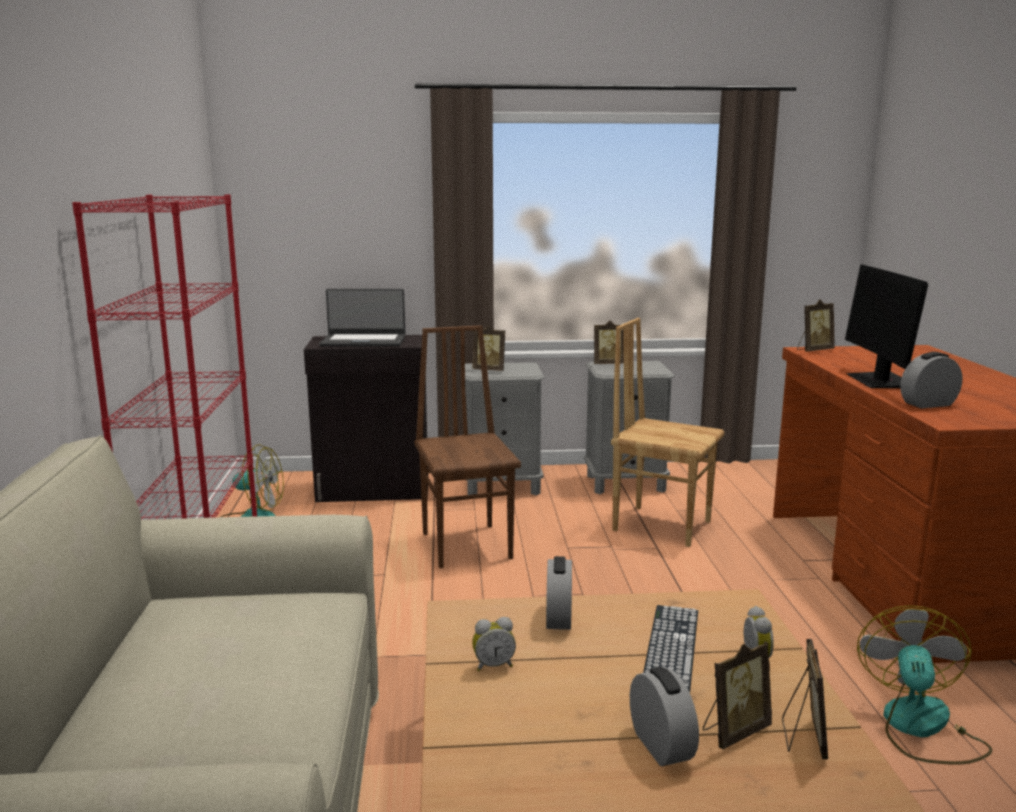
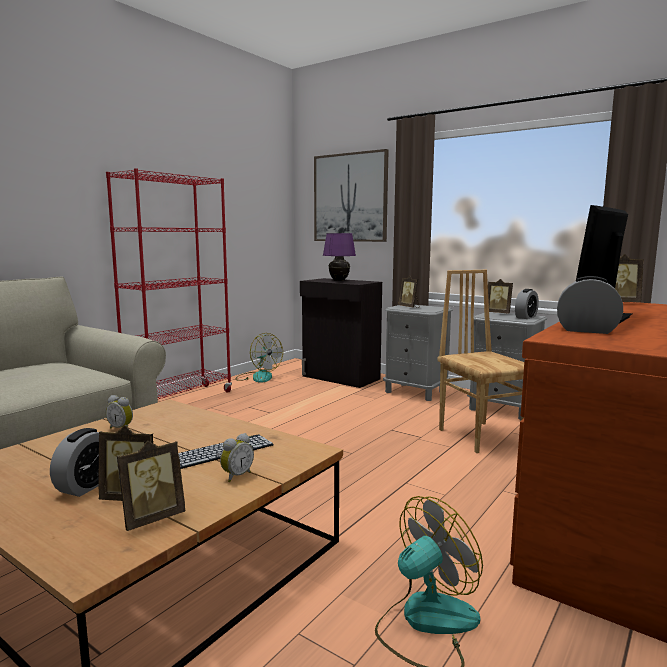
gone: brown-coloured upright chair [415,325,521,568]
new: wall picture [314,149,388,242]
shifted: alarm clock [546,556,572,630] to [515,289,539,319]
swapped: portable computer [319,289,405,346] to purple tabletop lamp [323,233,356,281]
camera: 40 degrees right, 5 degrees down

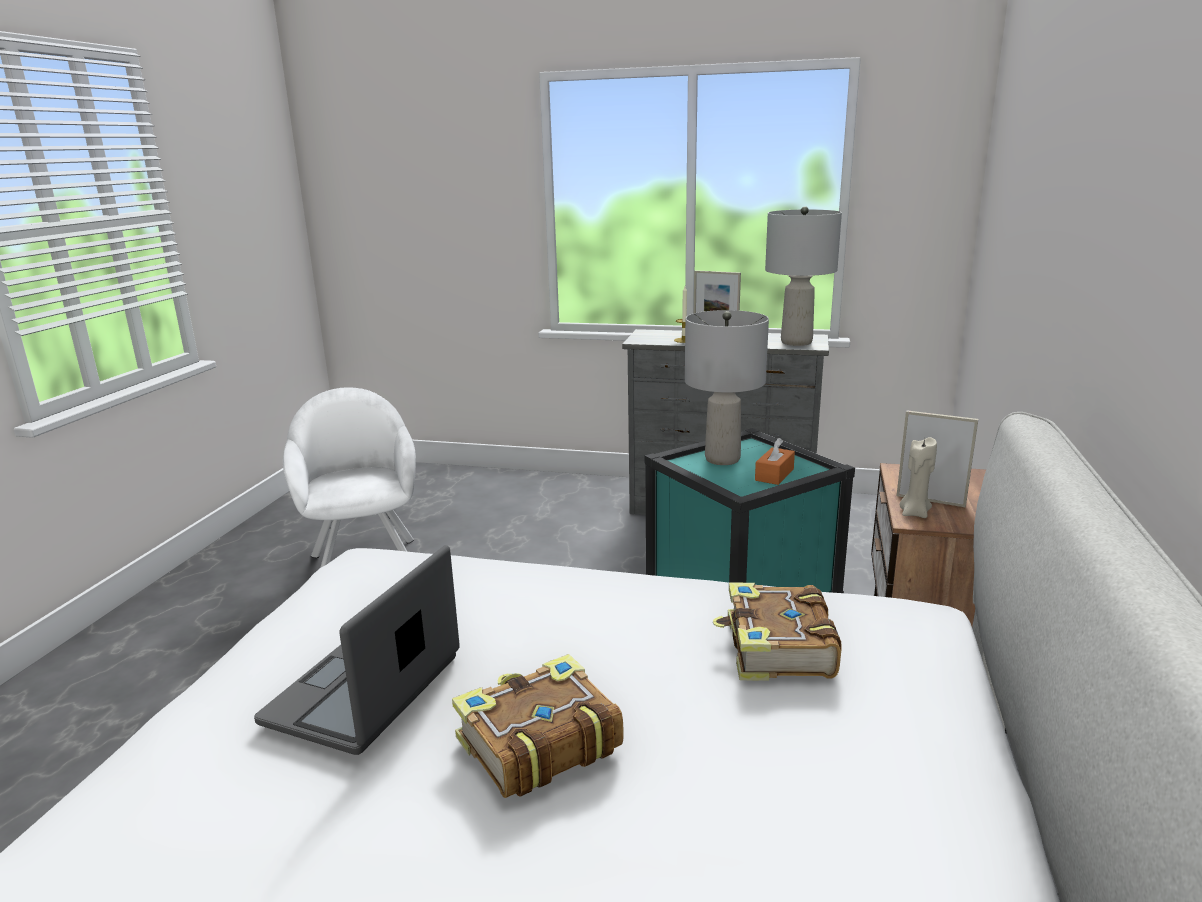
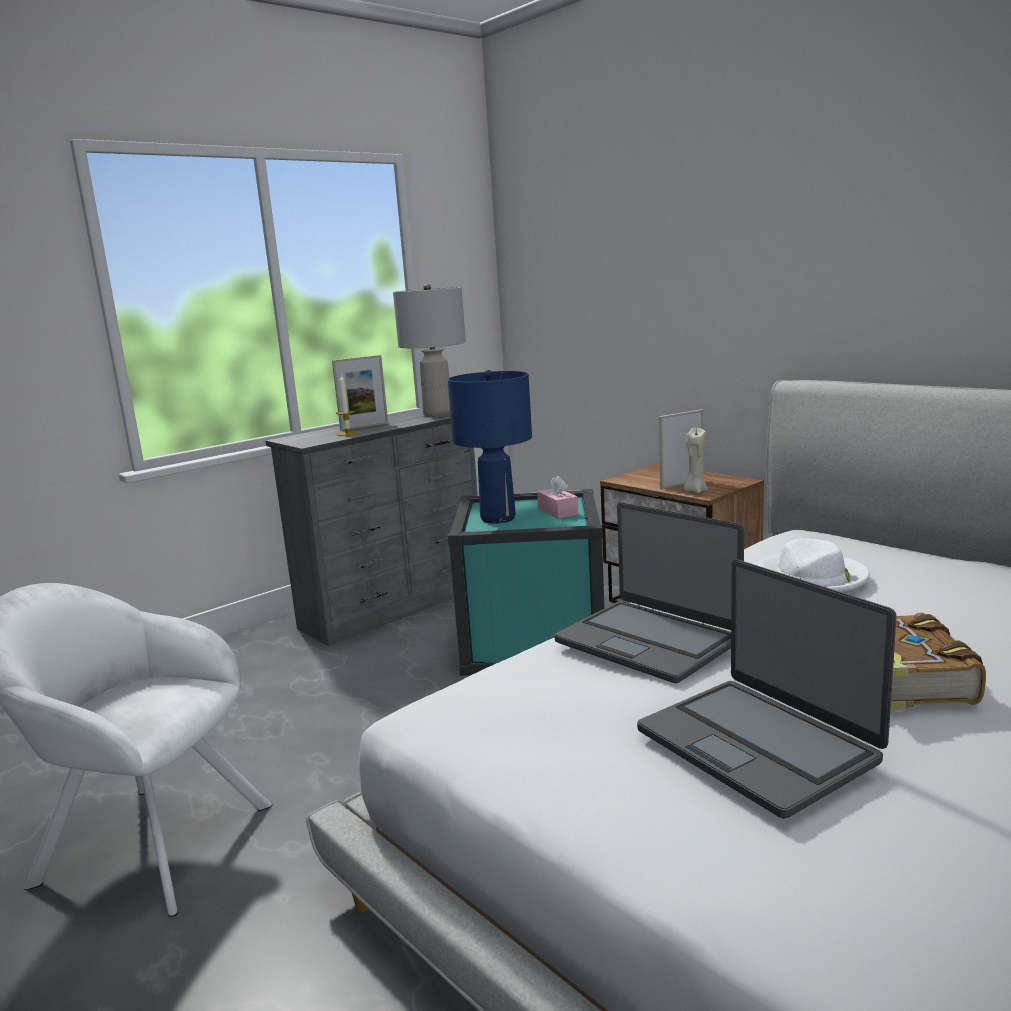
new: portable computer [554,502,744,683]
swapped: book [713,583,842,681] to white wearable hat [758,539,870,594]
repainted: grey tabletop lamp [685,310,769,465] to bluish tabletop lamp [448,370,532,524]; orangey tissue holder [755,438,795,485] to pink tissue holder [537,476,578,519]
camera: 55 degrees left, 5 degrees down

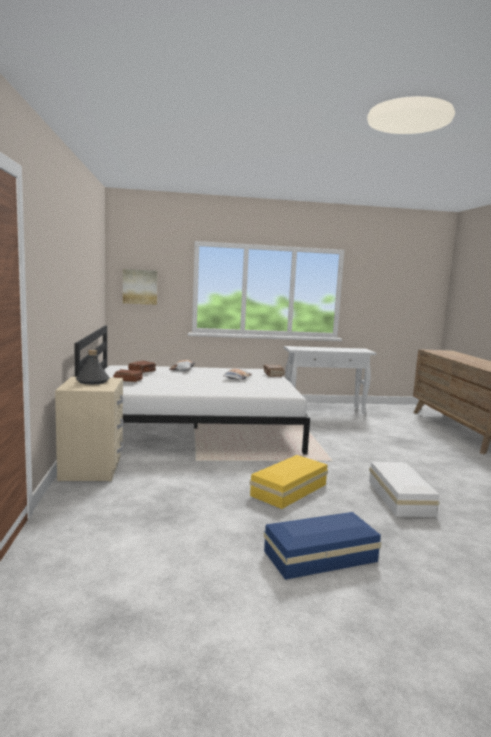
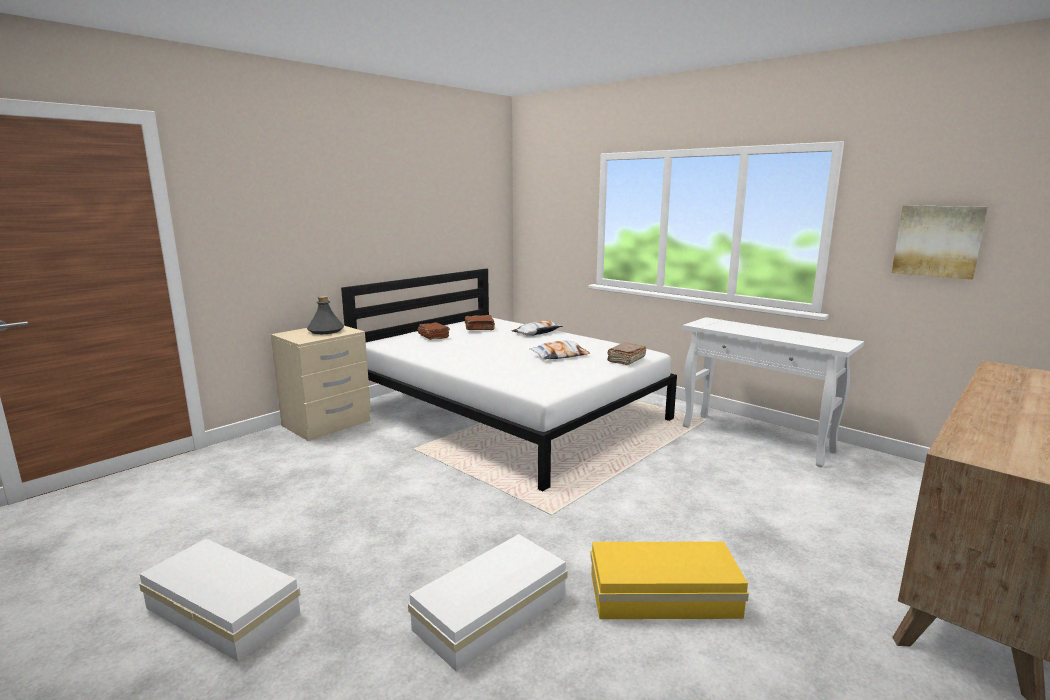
shifted: wall picture [123,269,157,305] to [892,205,988,280]; yellow storage bin [249,455,328,509] to [590,542,749,619]
repainted: bluish storage bin [264,512,382,580] to white storage bin [139,539,300,662]
camera: 50 degrees right, 5 degrees up

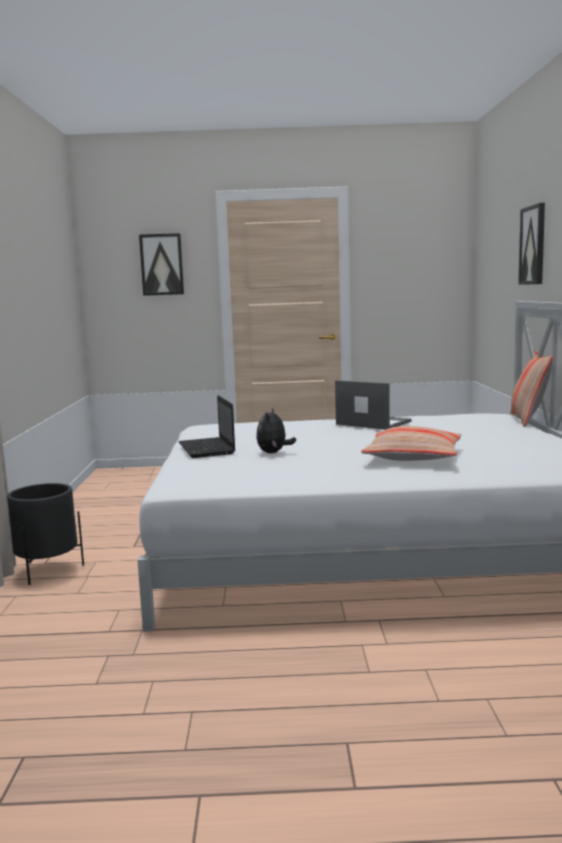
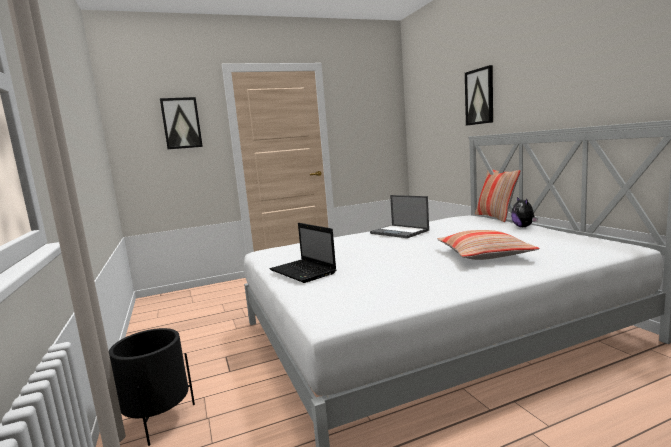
shifted: soft toy [256,408,296,453] to [511,197,537,227]
rotated: portable computer [335,380,411,430] = [370,195,429,238] 150 degrees counterclockwise
camera: 20 degrees left, 0 degrees up

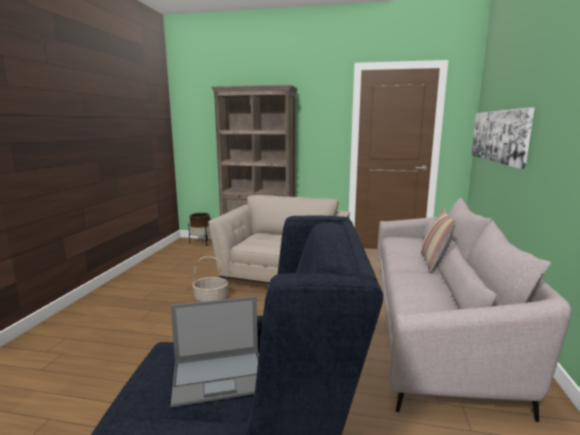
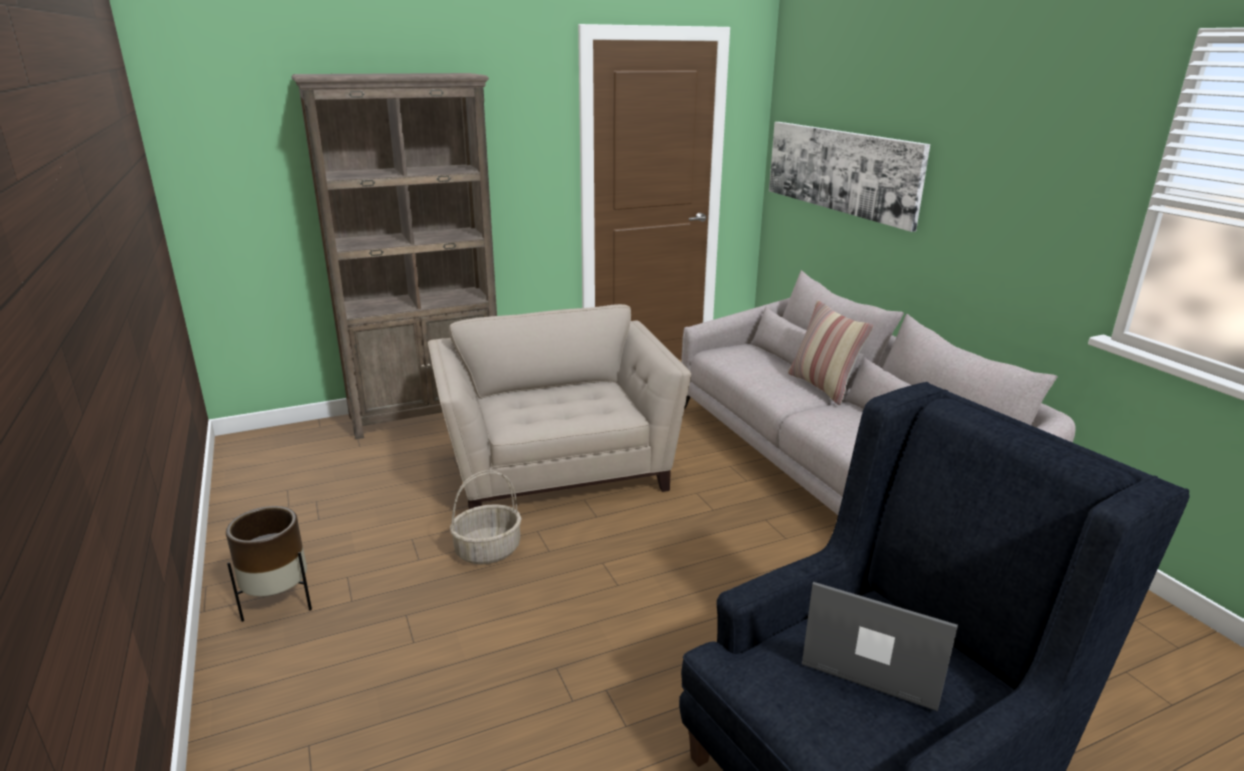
shifted: brown-coloured plant pot [188,213,210,246] to [226,506,312,622]
rotated: portable computer [170,296,259,407] = [802,582,958,711] 105 degrees counterclockwise
camera: 35 degrees left, 10 degrees up

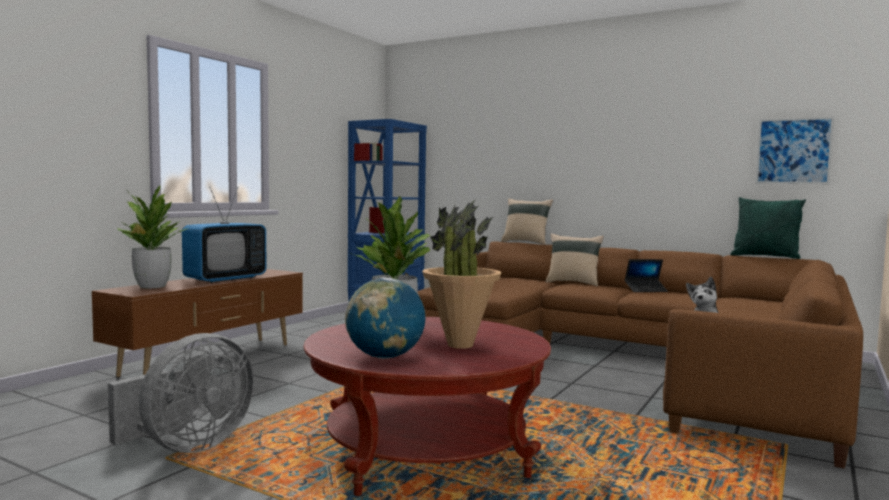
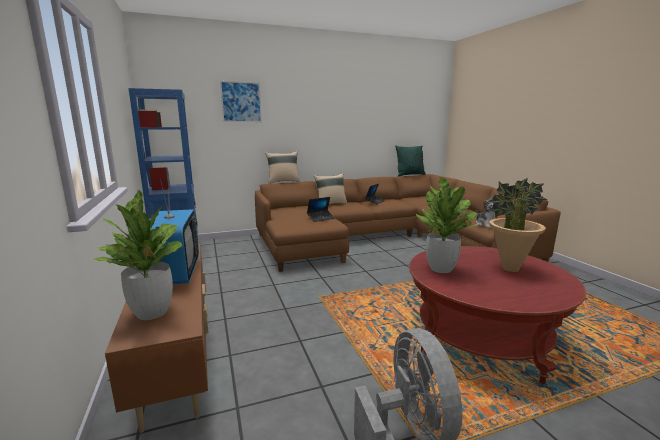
gone: world globe [345,277,426,359]
new: portable computer [307,197,335,222]
shifted: wall picture [755,117,834,184] to [220,81,262,122]
camera: 50 degrees left, 10 degrees up

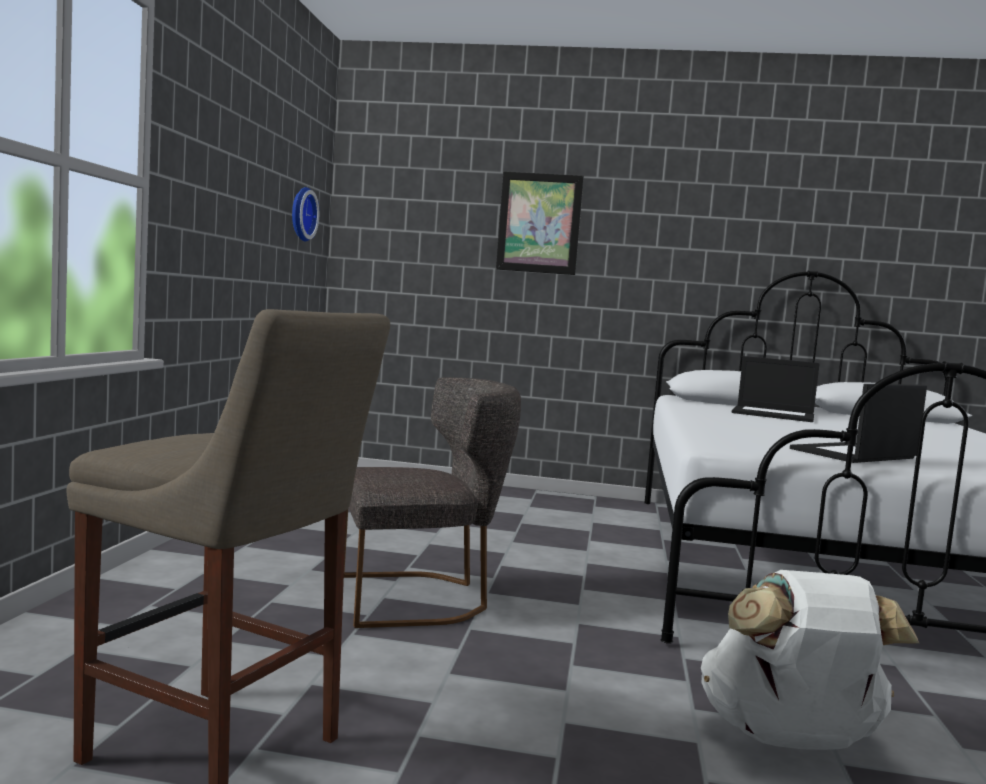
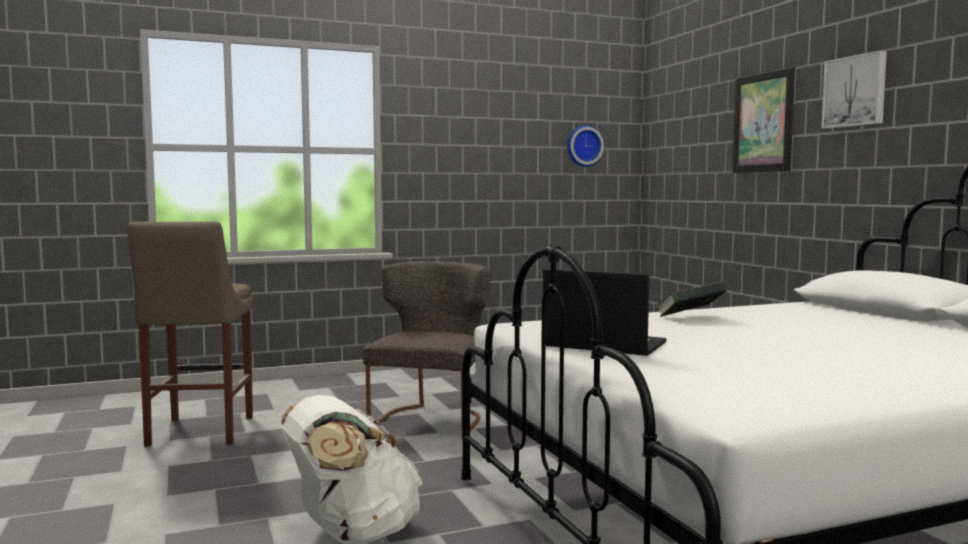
gone: portable computer [732,356,819,422]
new: wall picture [821,51,887,129]; book [656,281,727,317]
rotated: grey upright chair [344,377,521,628] = [363,261,492,438] 120 degrees counterclockwise
camera: 60 degrees right, 0 degrees up

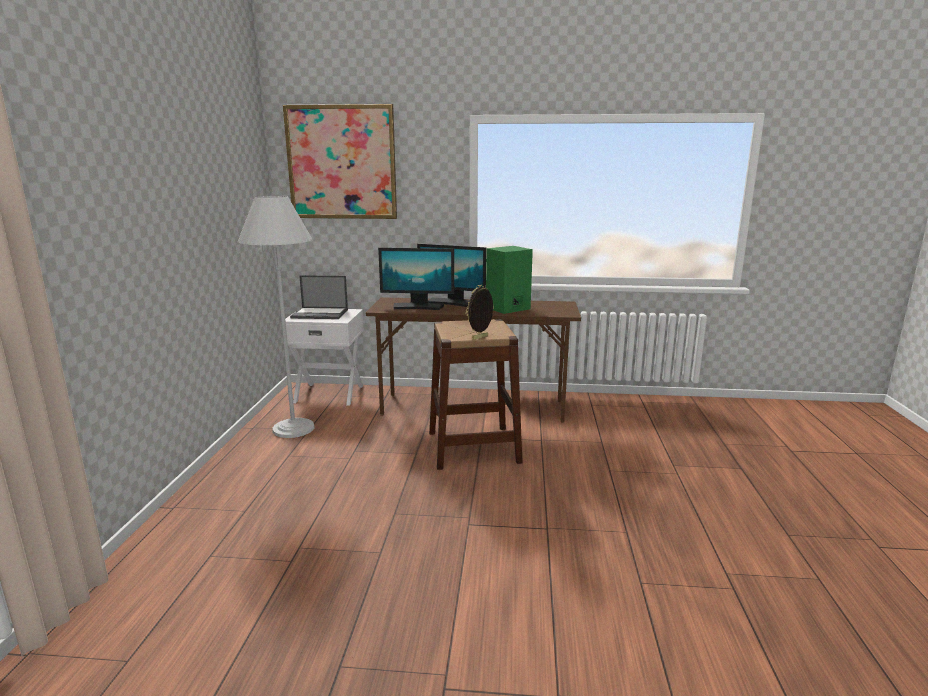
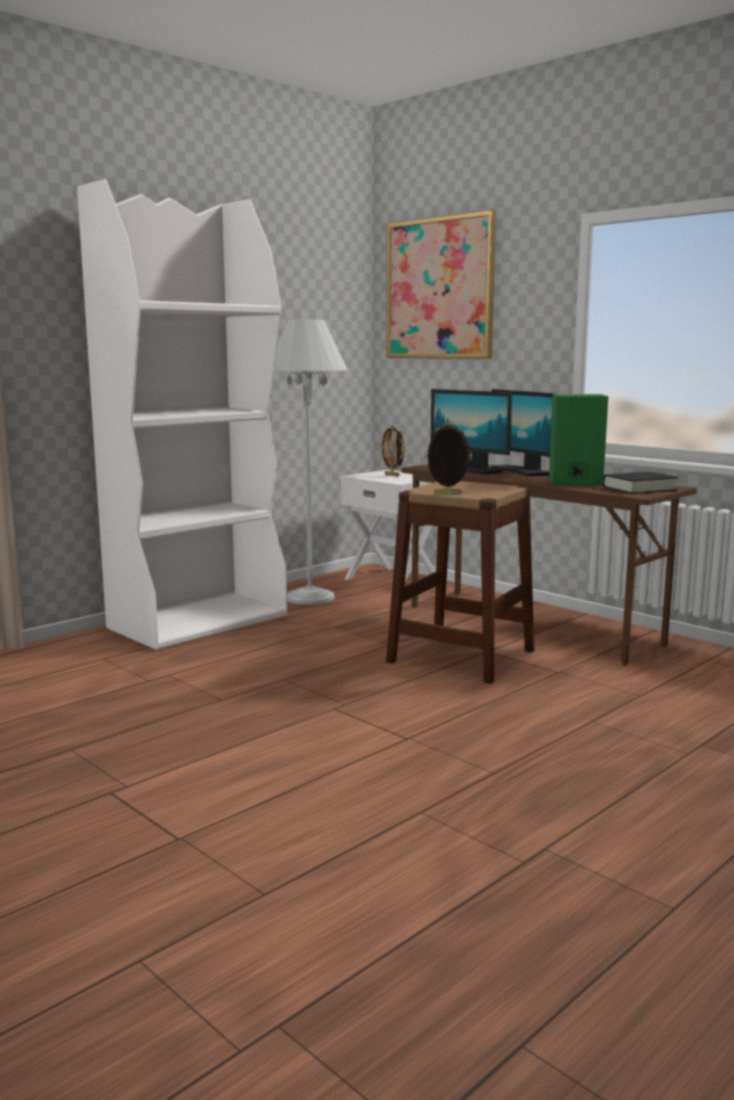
new: white shelving unit [77,179,287,650]; black book [603,471,678,494]
swapped: portable computer [290,275,348,319] to standing frame [380,424,405,477]
camera: 40 degrees right, 5 degrees down

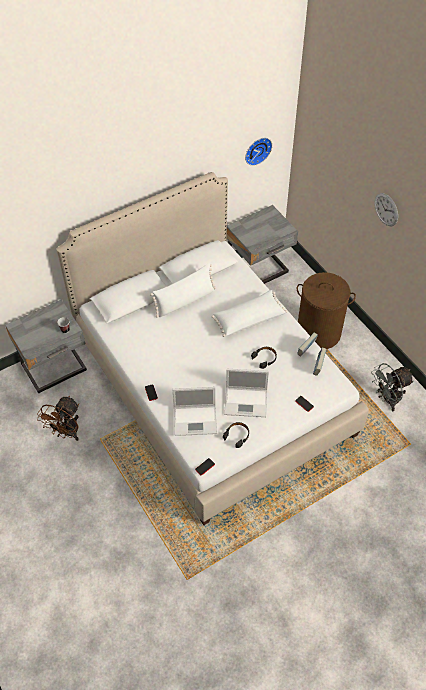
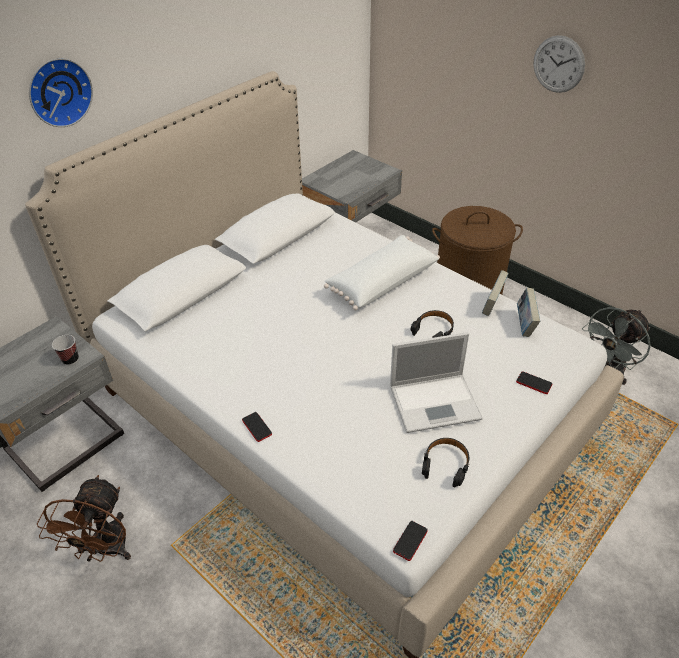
gone: white cushion [150,263,216,318]; portable computer [173,387,217,436]
shifted: wall clock [245,138,272,166] to [29,58,93,127]
camera: 15 degrees left, 10 degrees down

